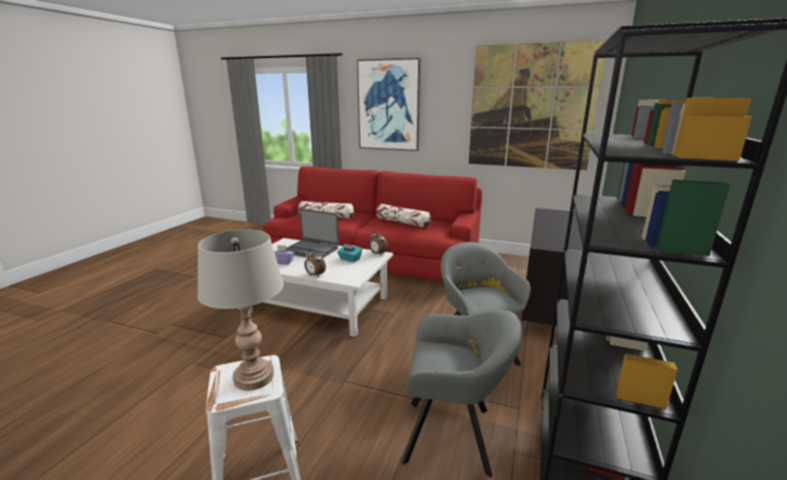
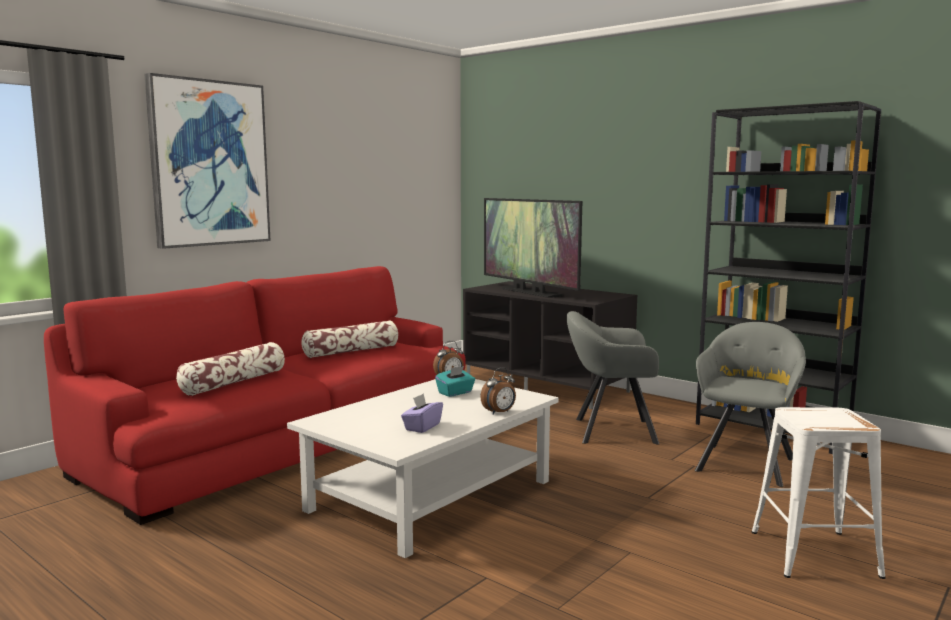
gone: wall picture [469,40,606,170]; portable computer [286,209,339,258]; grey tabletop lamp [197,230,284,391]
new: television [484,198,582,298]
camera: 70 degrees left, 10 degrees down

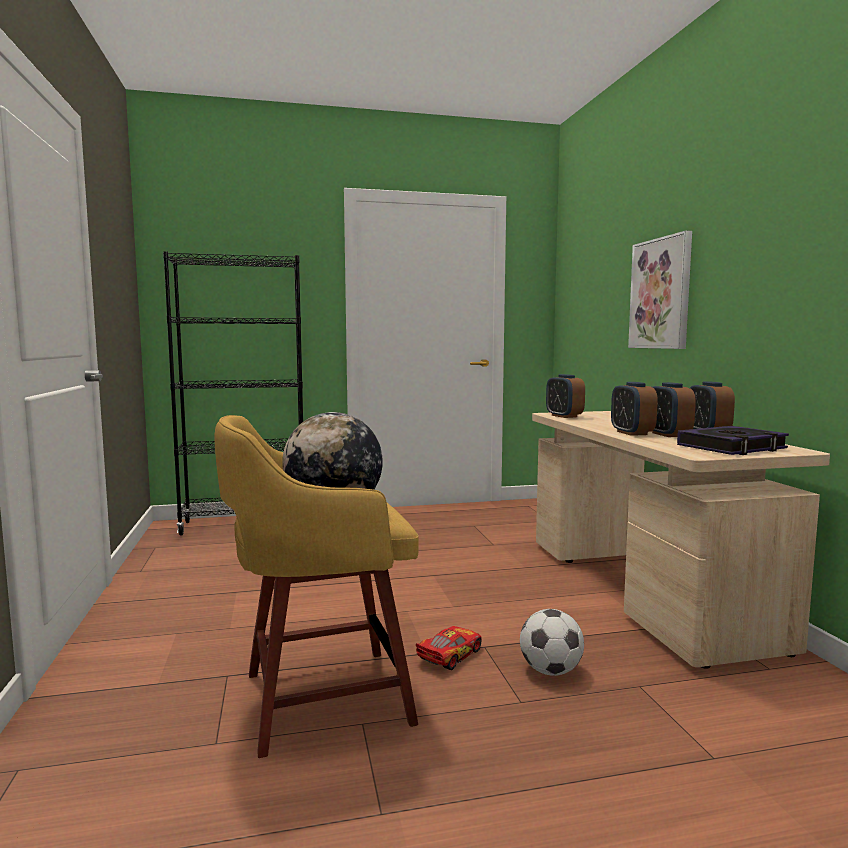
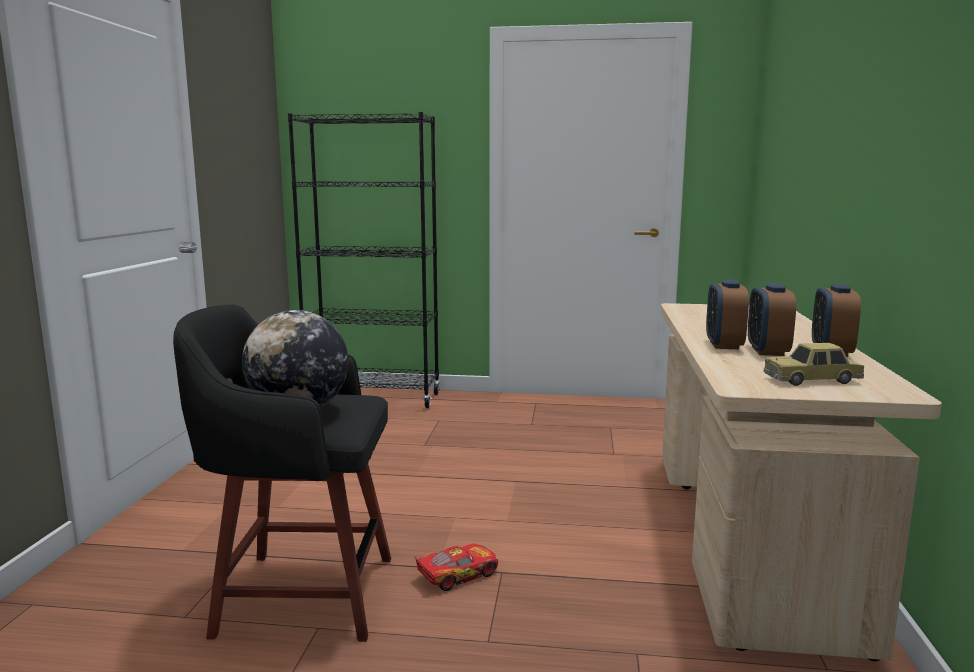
gone: wall picture [628,231,692,349]; alarm clock [546,374,585,418]; ball for football [520,609,584,676]
swapped: book [677,426,789,455] to miniature car [764,343,864,386]
repainted: yellow stool [214,415,419,758] to black stool [173,305,391,642]
camera: 20 degrees right, 5 degrees up

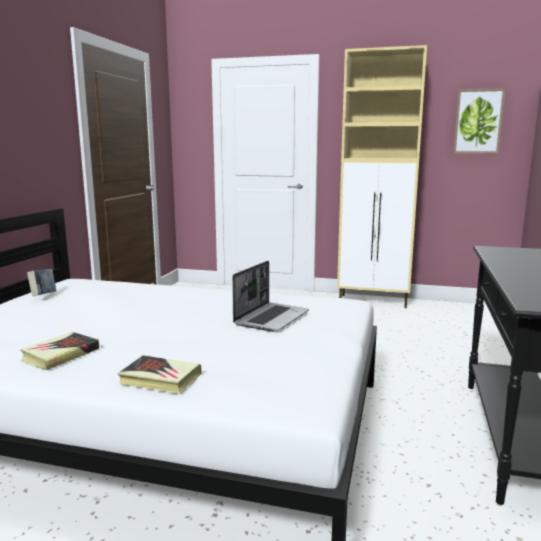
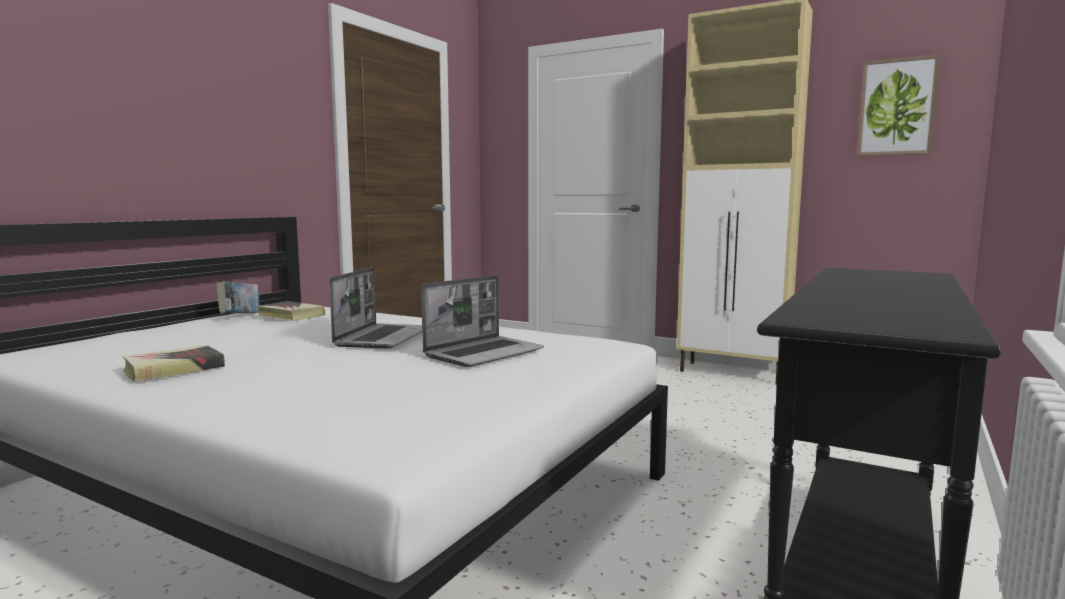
new: portable computer [329,268,422,349]
shifted: book [118,355,202,394] to [257,301,325,321]
camera: 15 degrees right, 5 degrees down

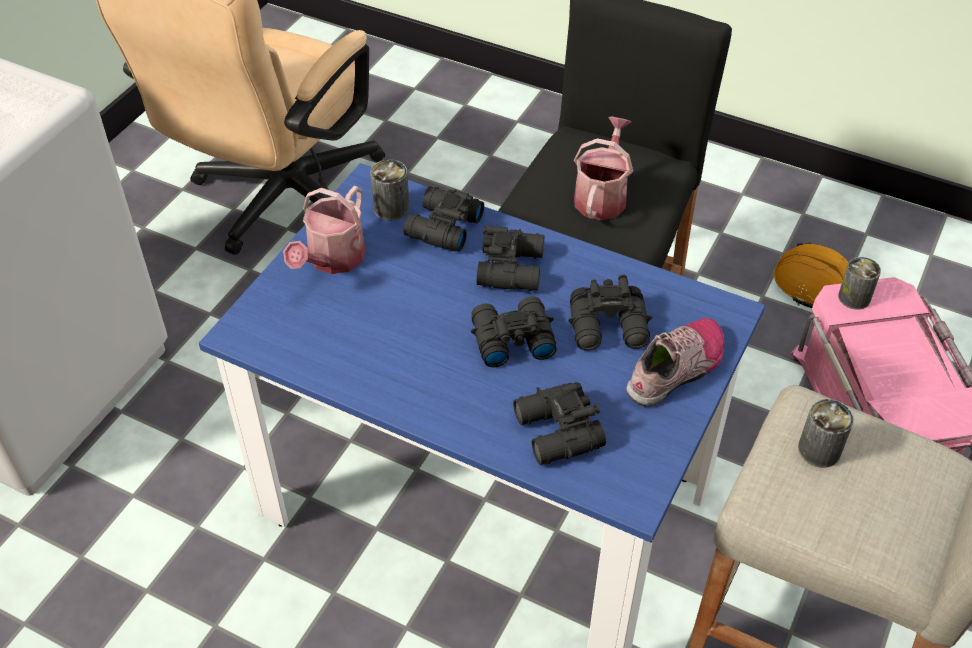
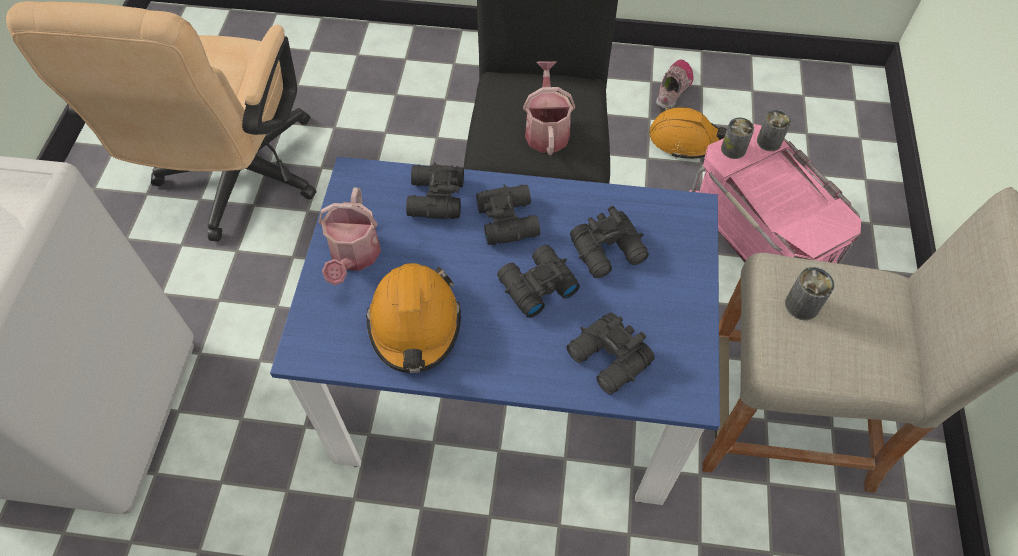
new: orangey safety helmet [366,263,461,373]
shifted: metal can [370,160,410,220] to [757,110,791,151]; low shoe [626,318,724,407] to [656,60,694,109]
camera: 20 degrees left, 10 degrees up

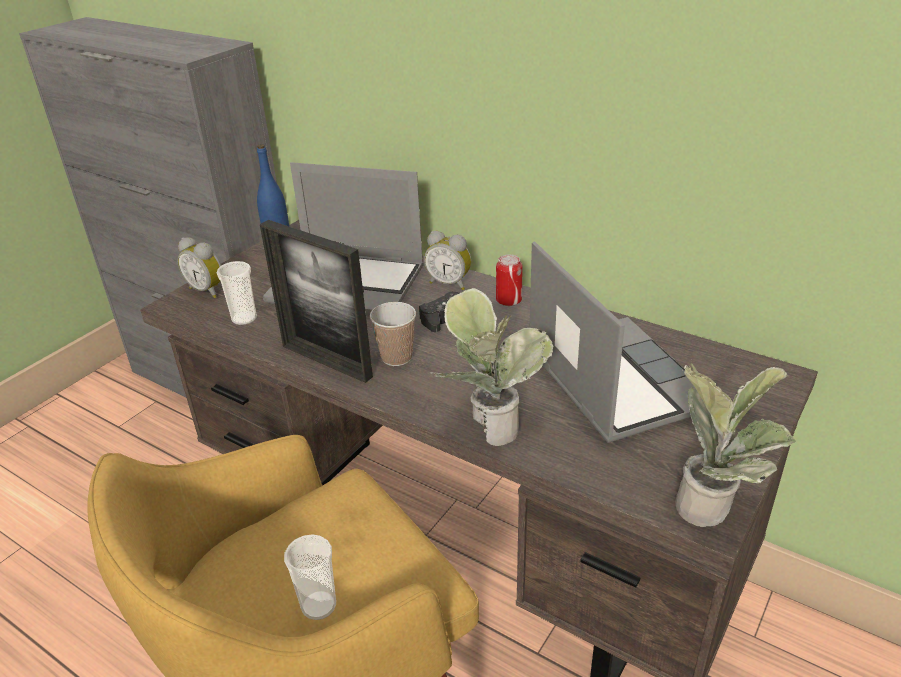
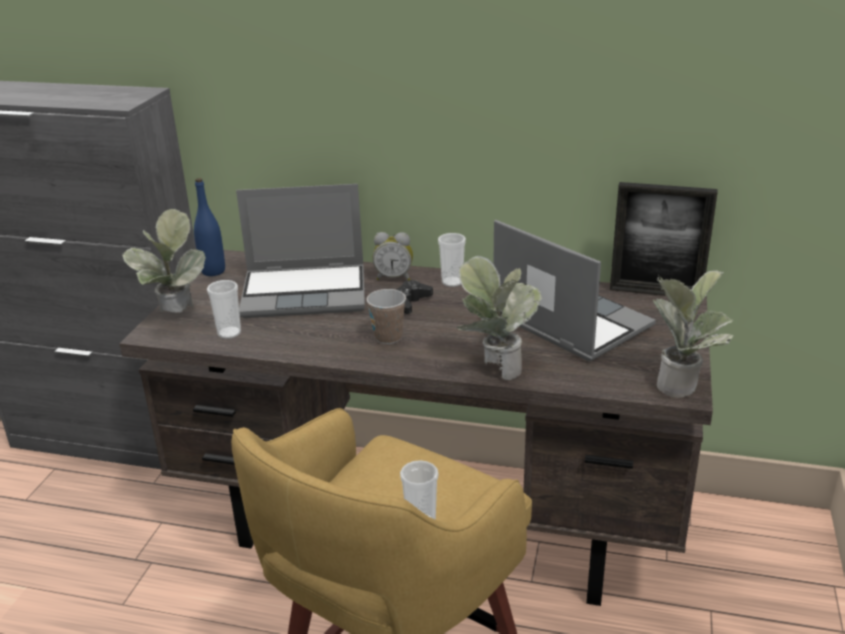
shifted: standing frame [260,220,373,383] to [610,182,718,296]
swapped: alarm clock [178,237,221,298] to plant in a pot [122,209,206,313]; metal can [496,254,522,306] to drinking cup [438,233,466,287]
camera: 20 degrees left, 5 degrees down

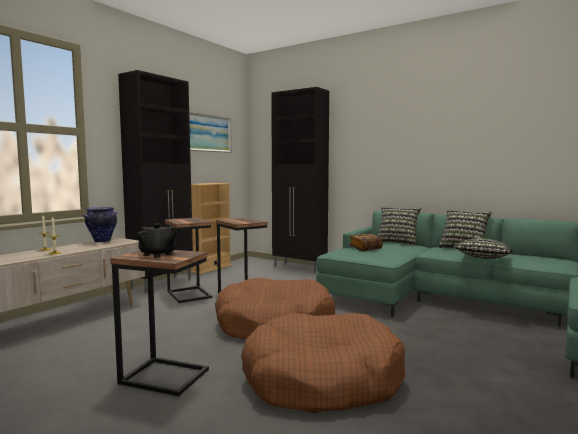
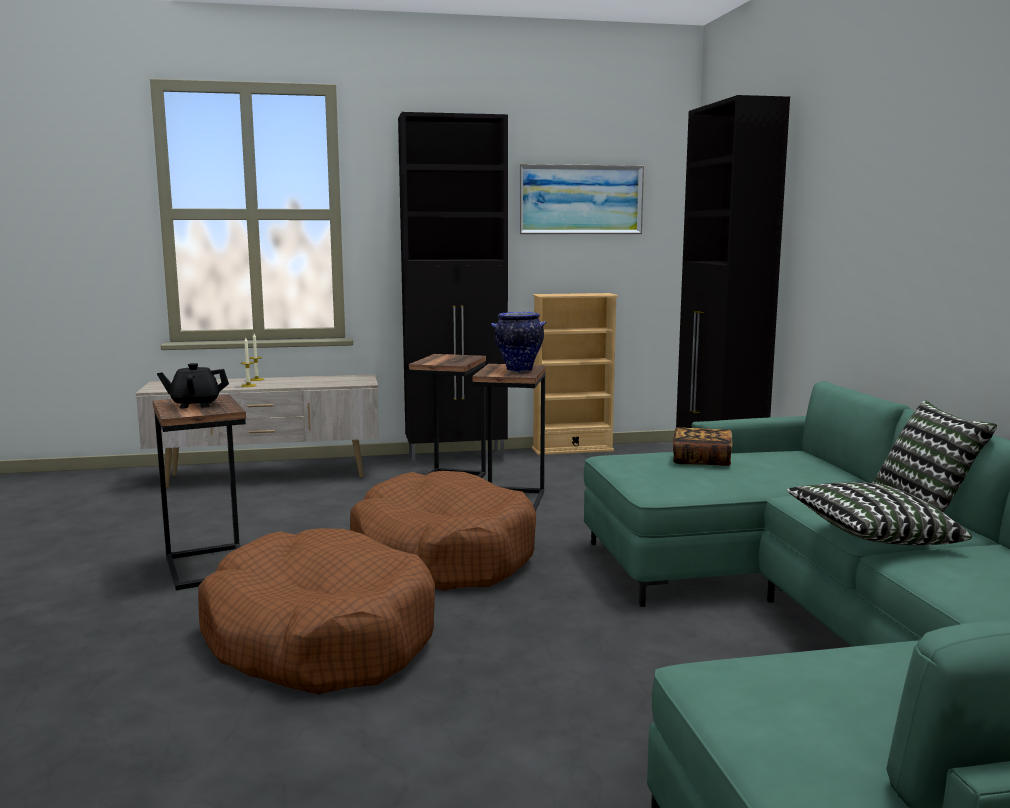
gone: cushion [377,206,421,246]
shifted: vase [83,207,118,242] to [491,312,546,372]
rotated: black pot for tea [137,223,177,258] = [157,363,229,408] 90 degrees clockwise
camera: 45 degrees right, 5 degrees up

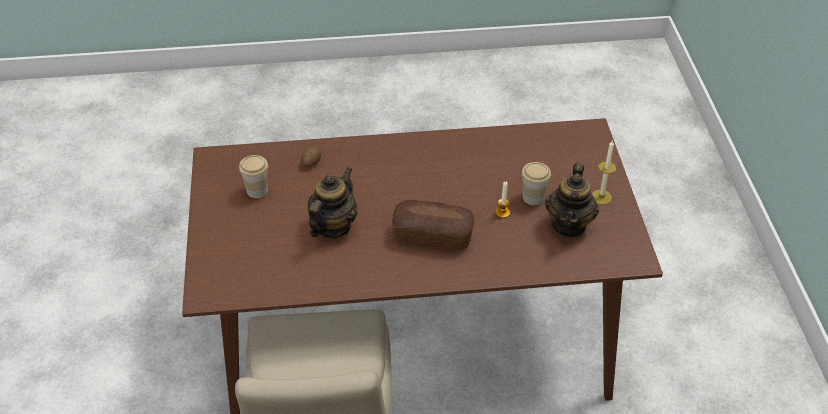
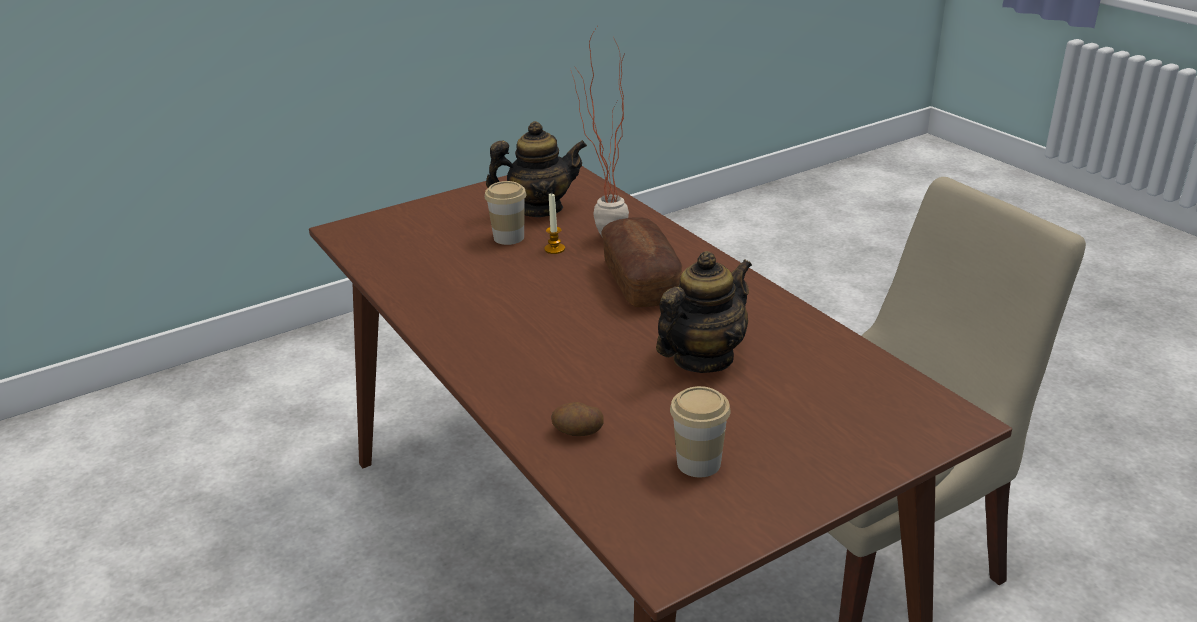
gone: wax light [592,140,616,205]
new: plant in a pot [570,27,629,236]
rotated: pot for tea [308,167,357,238] = [656,251,752,373] 135 degrees clockwise
camera: 115 degrees left, 15 degrees down

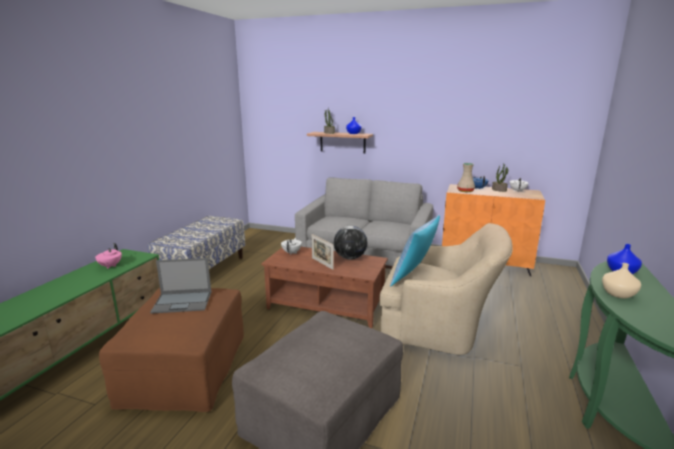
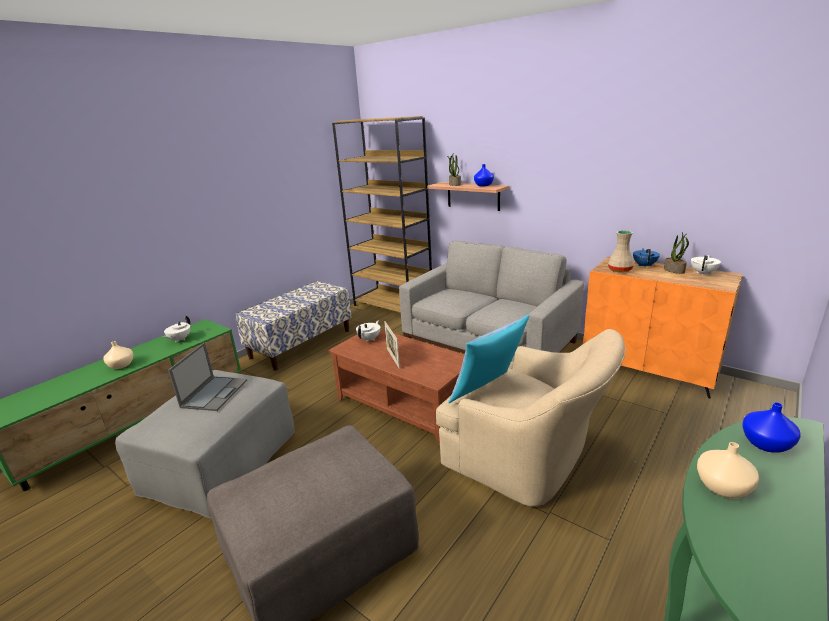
gone: world globe [334,226,367,259]
new: brown-coloured shelving unit [332,116,432,313]; beige vase [103,341,133,369]
repainted: pink pot for tea [95,243,122,269] to white pot for tea [162,315,191,343]; brown-coloured pouffe [99,288,244,412] to grey pouffe [115,370,295,519]
rotated: portable computer [150,258,211,314] = [168,343,247,411] 90 degrees counterclockwise
camera: 20 degrees right, 5 degrees up

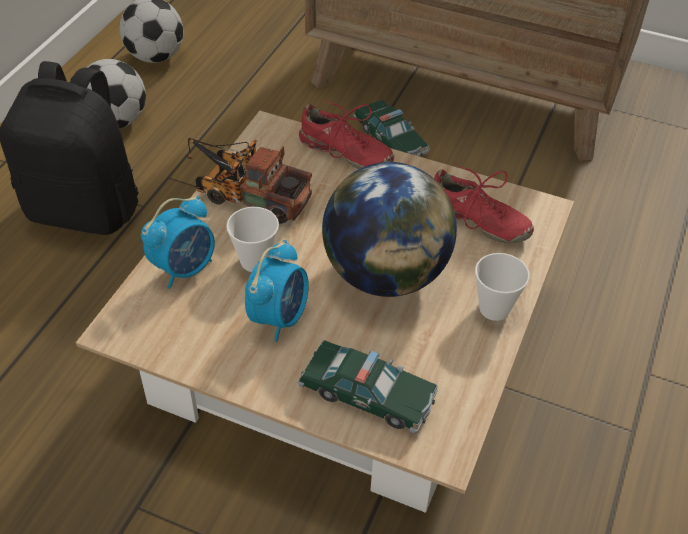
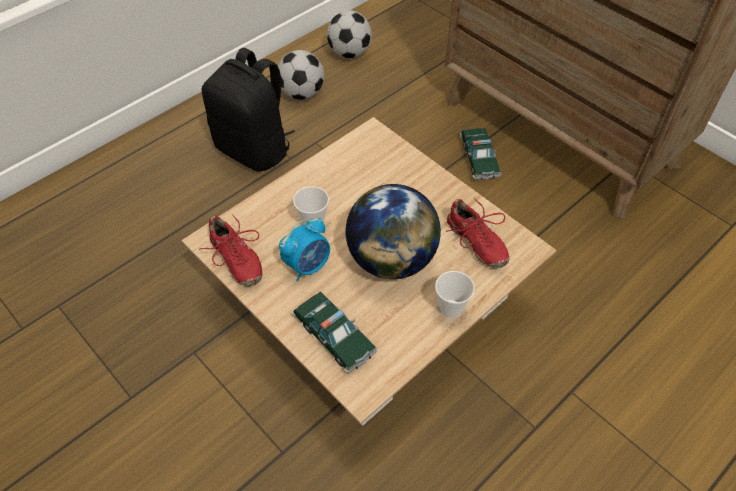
gone: toy truck [187,138,312,224]; alarm clock [141,196,215,289]
shifted: red low shoe [299,99,394,169] to [199,214,262,286]
camera: 25 degrees right, 5 degrees up

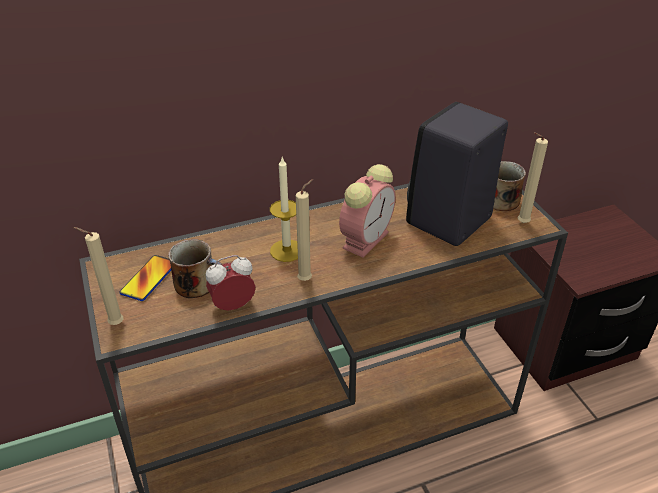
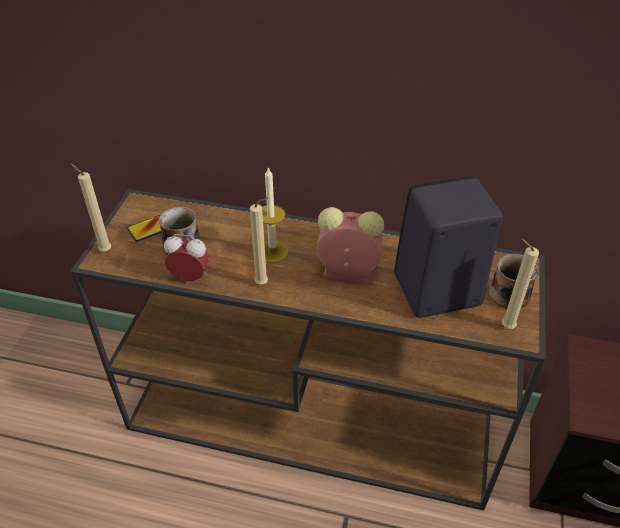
rotated: alarm clock [339,164,396,258] = [316,207,384,284] 150 degrees counterclockwise
camera: 35 degrees right, 5 degrees up

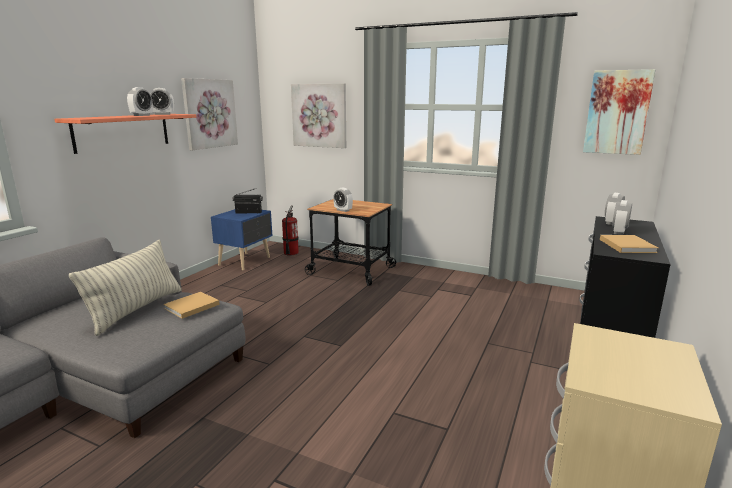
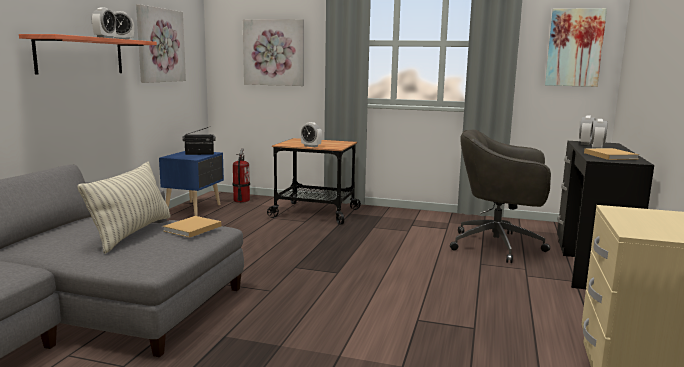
new: grey computer chair [450,130,551,263]
camera: 10 degrees left, 5 degrees down

